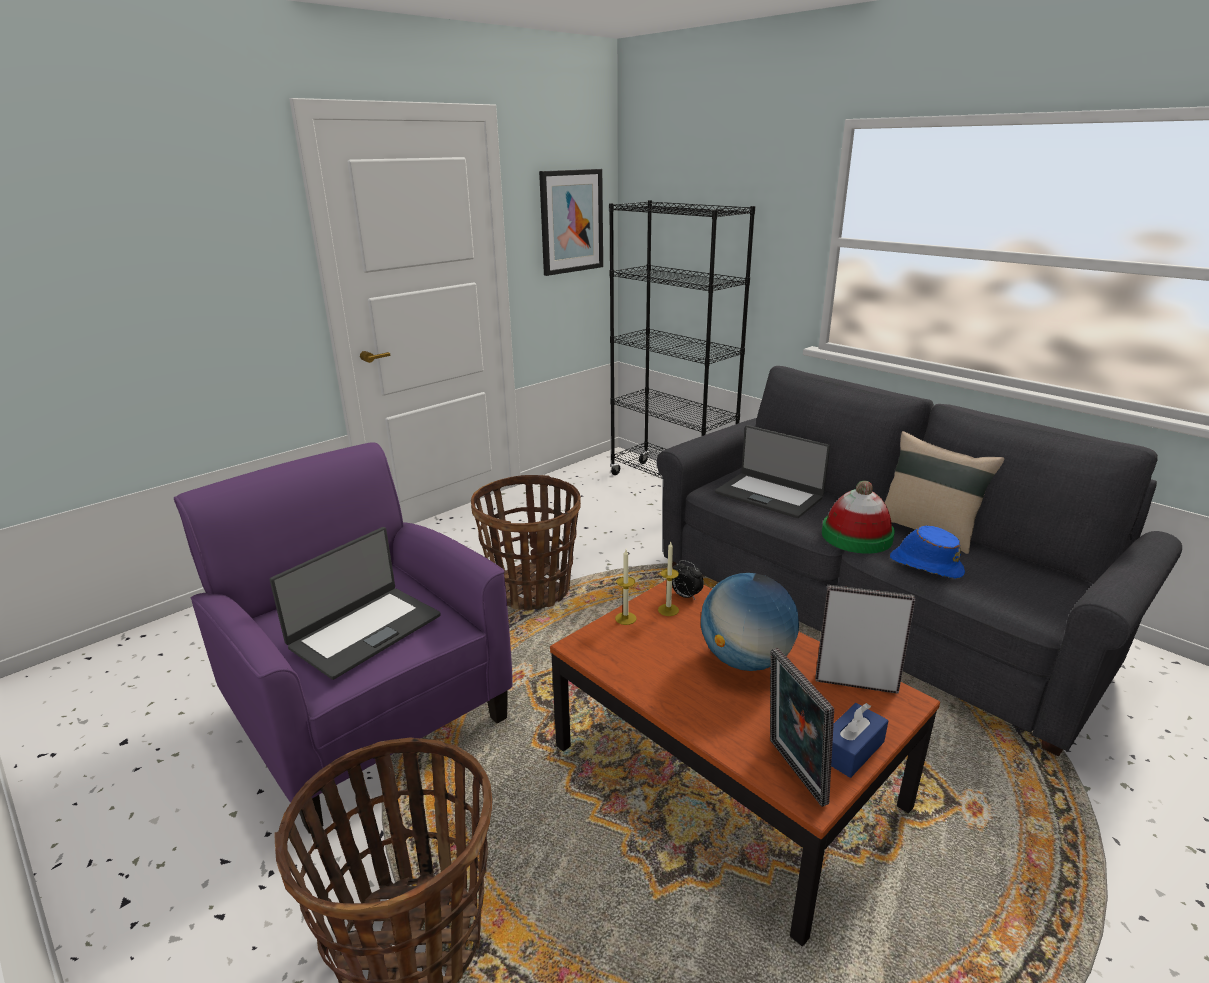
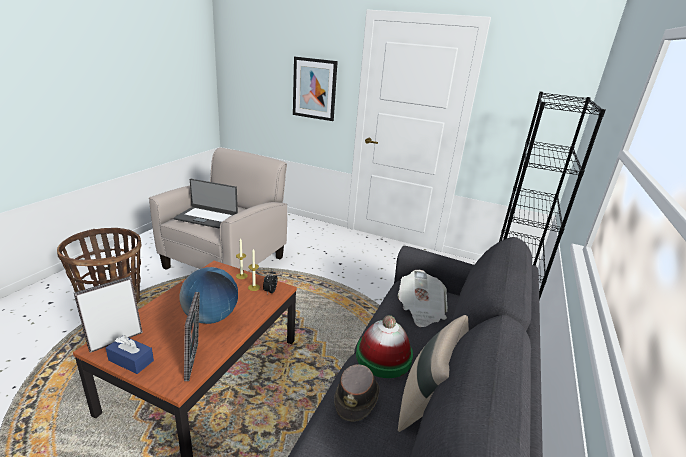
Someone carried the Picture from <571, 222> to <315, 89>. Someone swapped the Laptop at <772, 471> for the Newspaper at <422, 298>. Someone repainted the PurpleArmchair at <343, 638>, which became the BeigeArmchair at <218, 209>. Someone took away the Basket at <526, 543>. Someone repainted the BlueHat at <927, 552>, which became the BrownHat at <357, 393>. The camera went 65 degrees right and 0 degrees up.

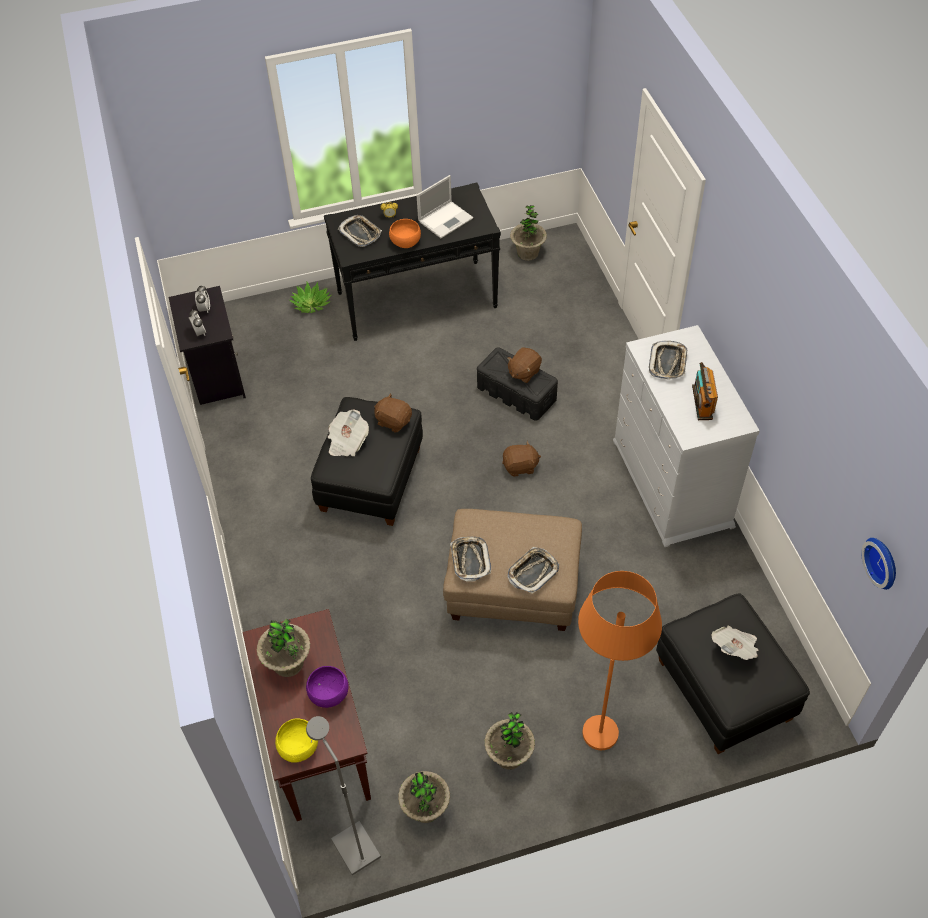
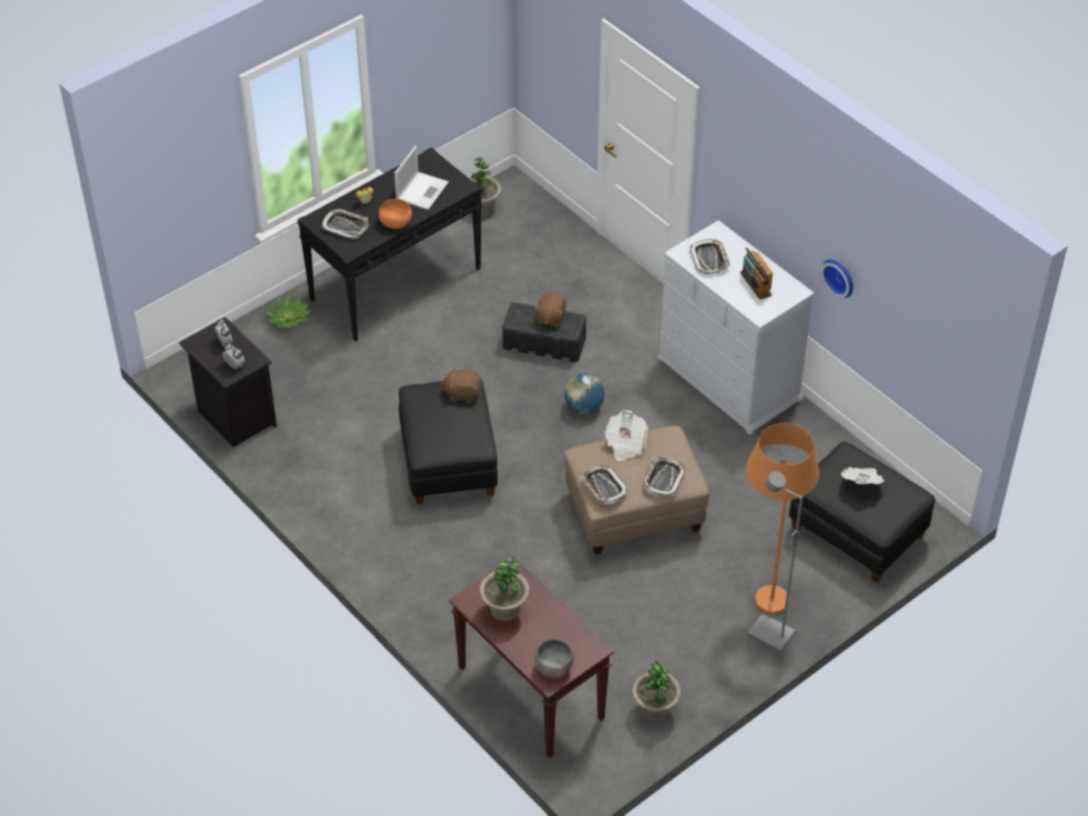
Someone carried the Newspaper from <348, 433> to <626, 435>. Someone swapped the BrownPlushToy at <521, 459> for the Globe at <584, 394>. Someone carried the WallClock from <878, 564> to <837, 278>. Someone took away the PurpleBowl at <327, 687>. Someone took away the PottedPlant at <509, 741>. Someone carried the GreyFloorLamp from <343, 796> to <775, 562>. Someone repainted the YellowBowl at <296, 740>, which became the GreyBowl at <554, 658>. The camera went 25 degrees left and 5 degrees down.

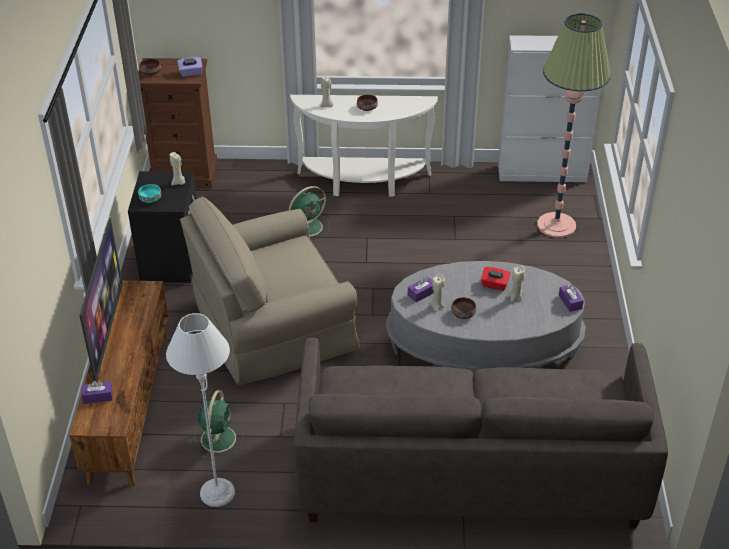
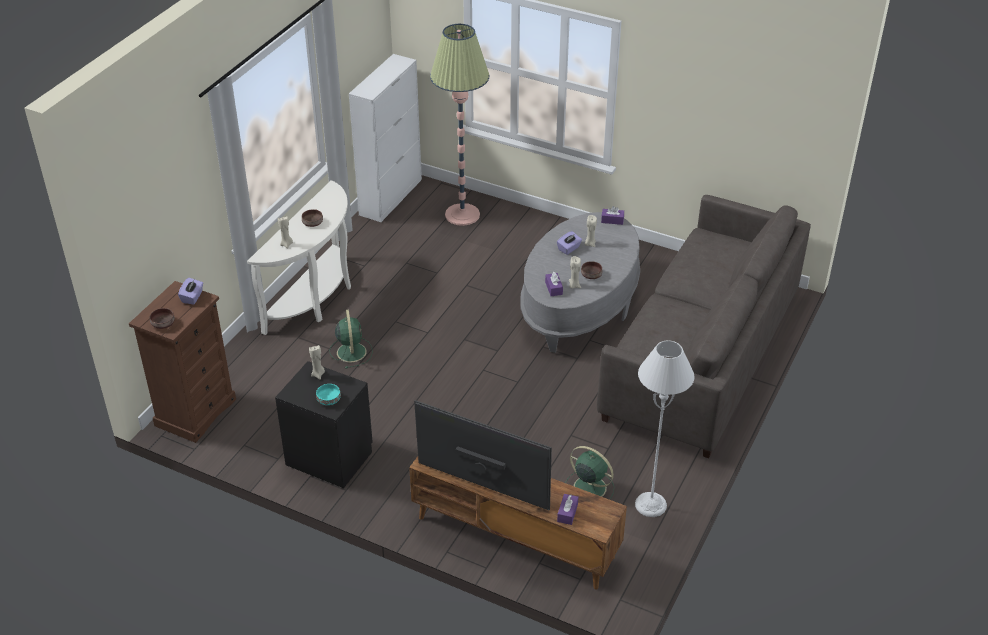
Someone took away the BeigeArmchair at <270, 291>. Someone repainted the RedTissueBox at <496, 279>, which became the PurpleTissueBox at <569, 243>. The camera went 65 degrees left and 0 degrees up.

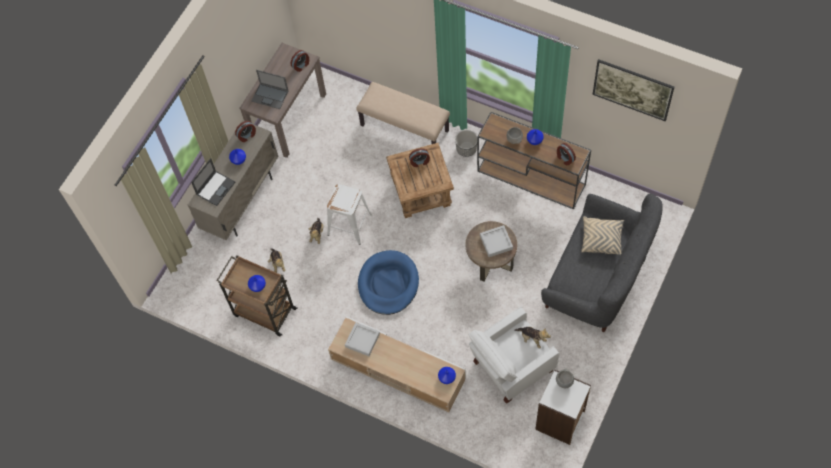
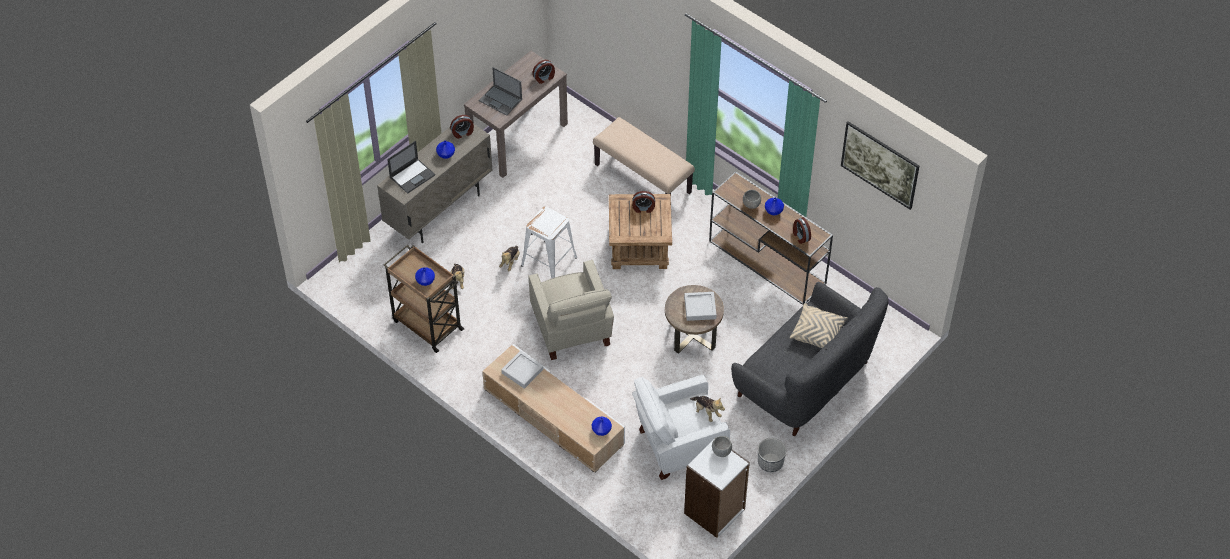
Someone carried the Planter from <466, 143> to <772, 455>. Someone swapped the BlueDogBed at <388, 282> for the BeigeArmchair at <571, 310>. The camera went 10 degrees right and 10 degrees down.

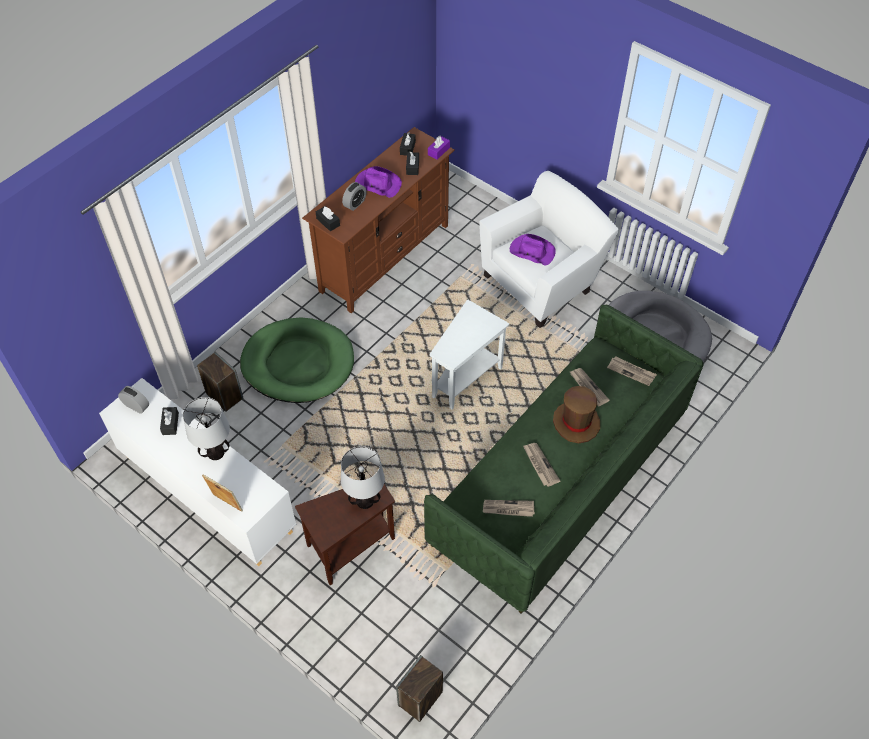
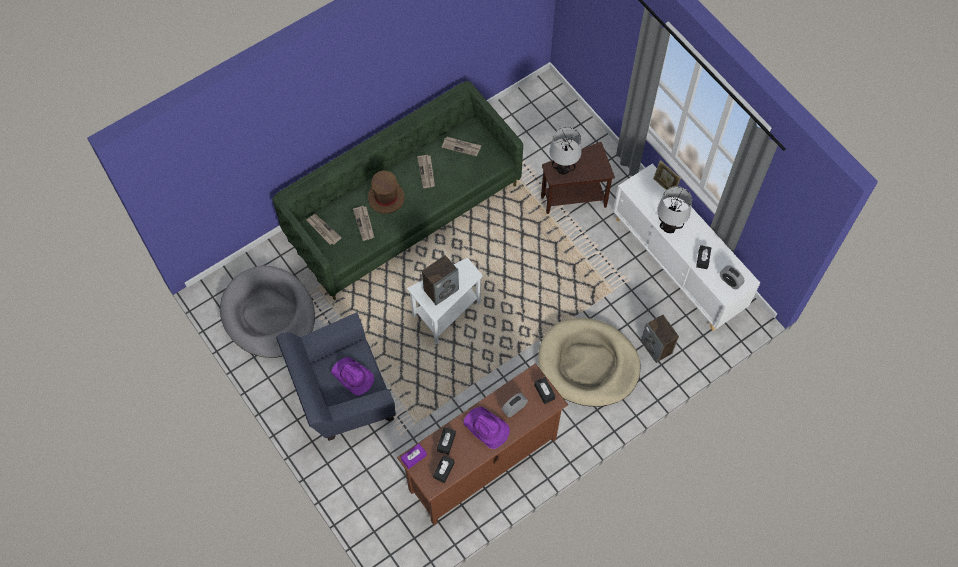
Someone repainted the WhiteArmchair at <549, 249>, which became the BlueArmchair at <335, 376>. Someone repainted the GreenDogBed at <297, 360>, which became the BeigeDogBed at <589, 362>. Someone carried the Speaker from <419, 688> to <440, 280>. The camera went 165 degrees left and 10 degrees up.

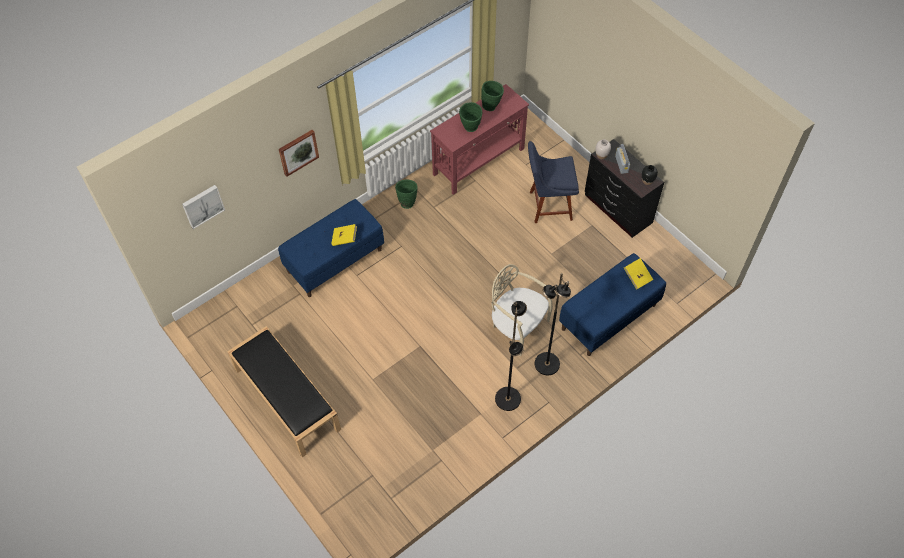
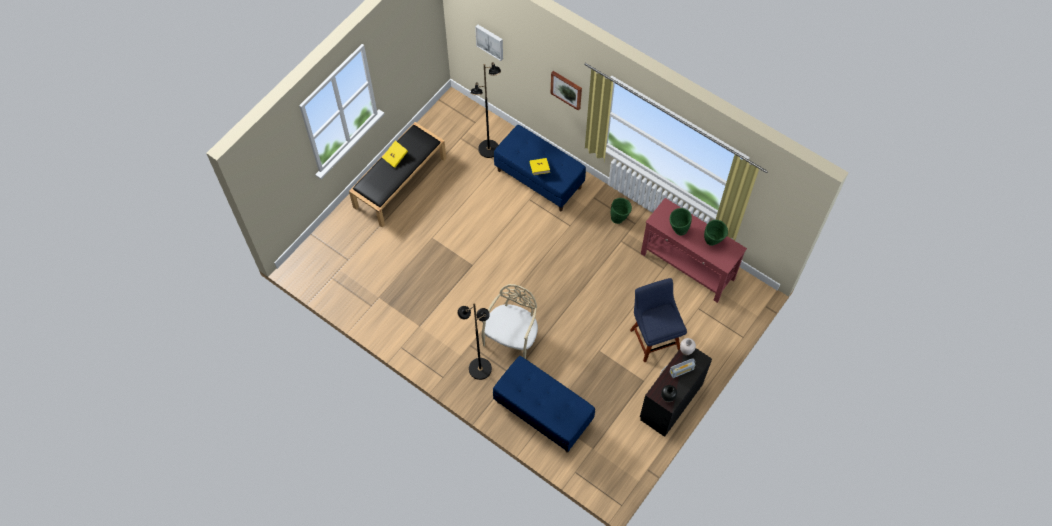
Someone carried the YellowBook from <638, 274> to <395, 154>. Someone carried the BlackFloorLamp from <511, 356> to <486, 110>. The camera went 75 degrees right and 5 degrees up.

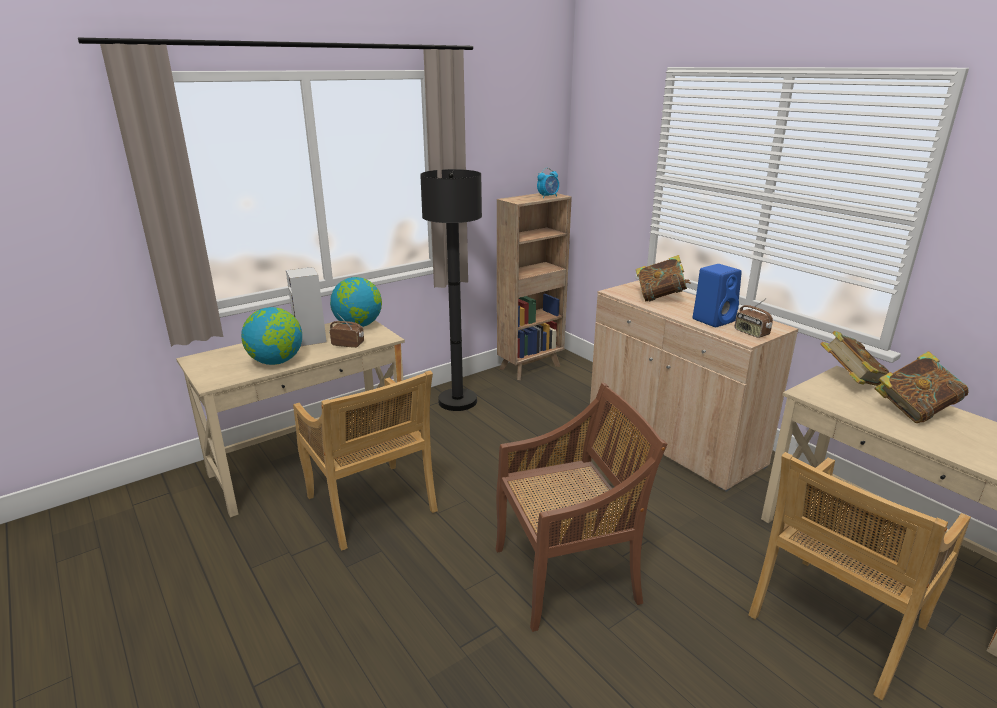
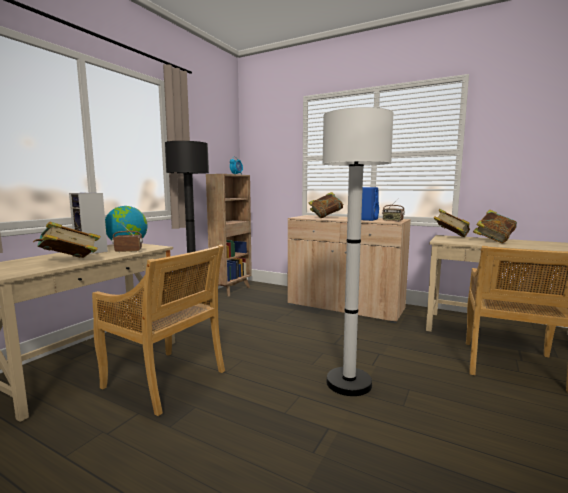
Someone swapped the Globe at <271, 336> for the Book at <66, 240>. Someone swapped the BrownChair at <582, 507> for the WhiteFloorLamp at <357, 251>. The camera went 25 degrees left and 15 degrees down.

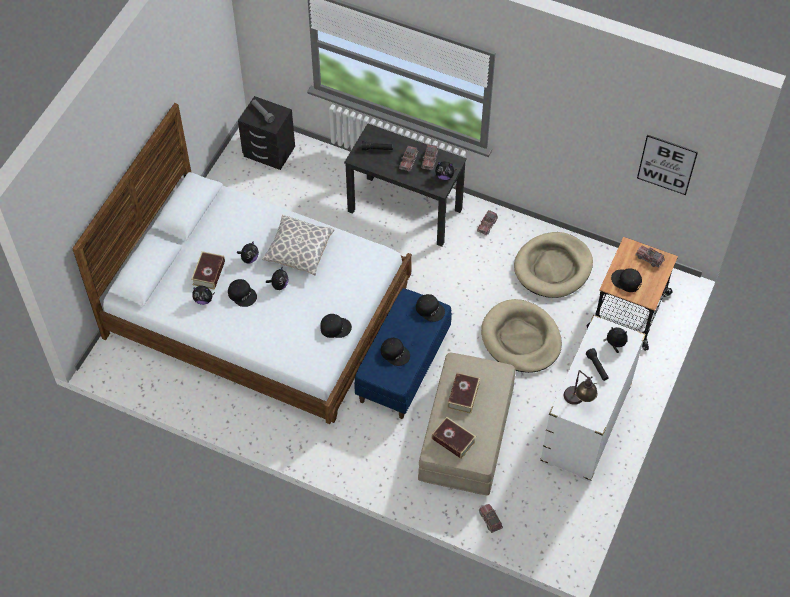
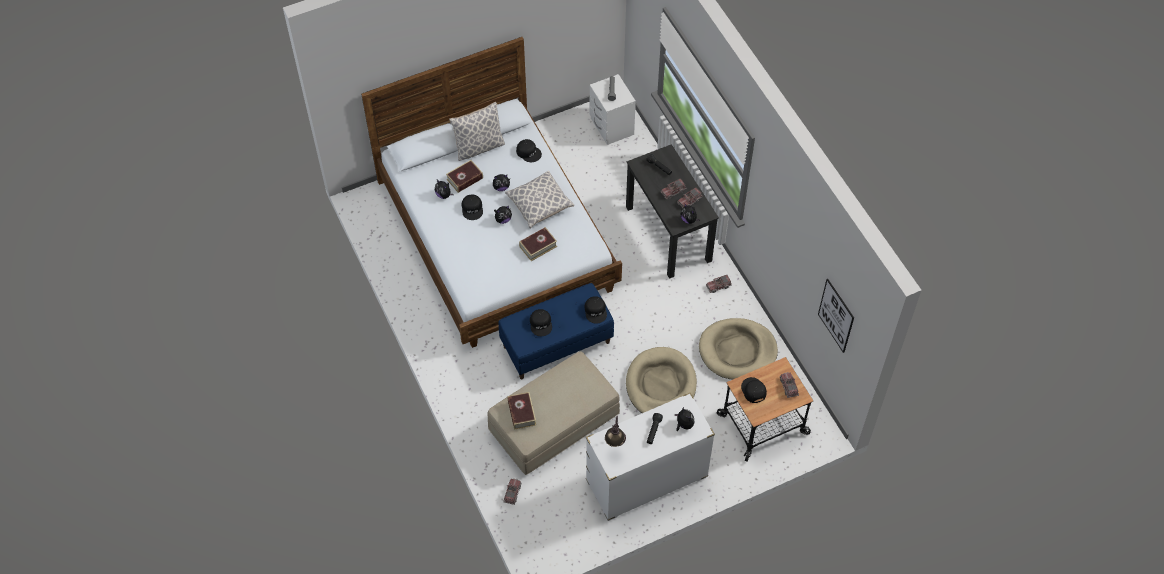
Someone repainted the BlackNightstand at <266, 133>, which became the WhiteNightstand at <613, 109>. Someone carried the BlackCap from <336, 326> to <529, 150>. Someone carried the Book from <463, 393> to <538, 244>. Someone put down the Pillow at <477, 131>. The camera went 40 degrees right and 0 degrees up.

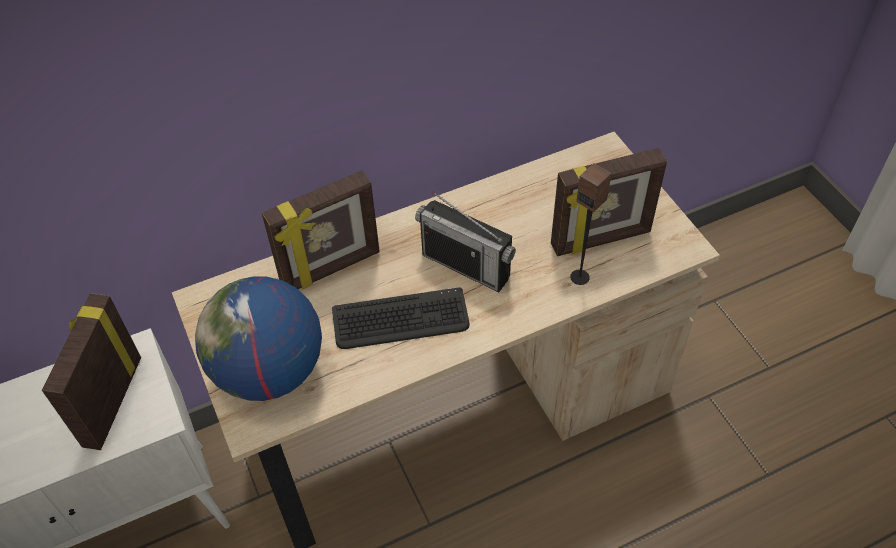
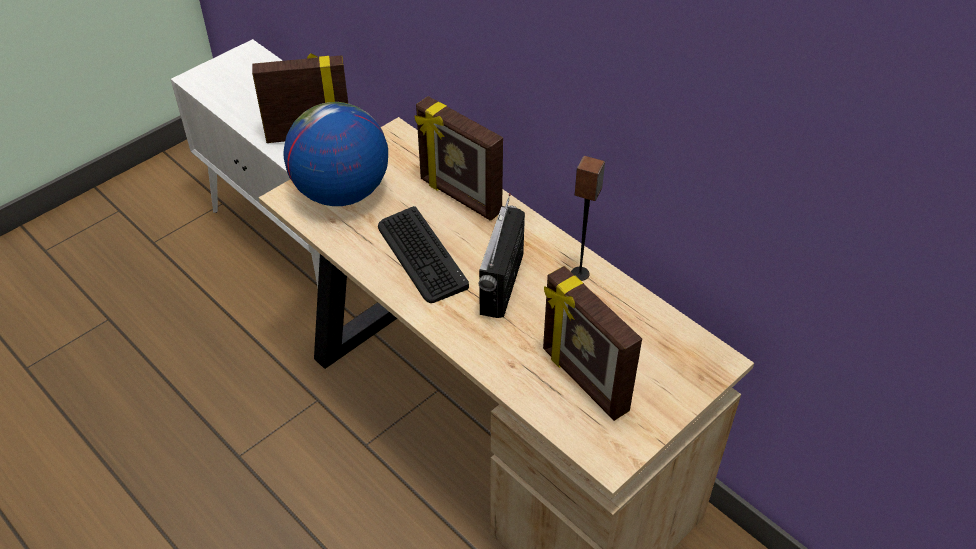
Someone carried the Speaker from <591, 224> to <588, 218>. The camera went 70 degrees right and 5 degrees down.

